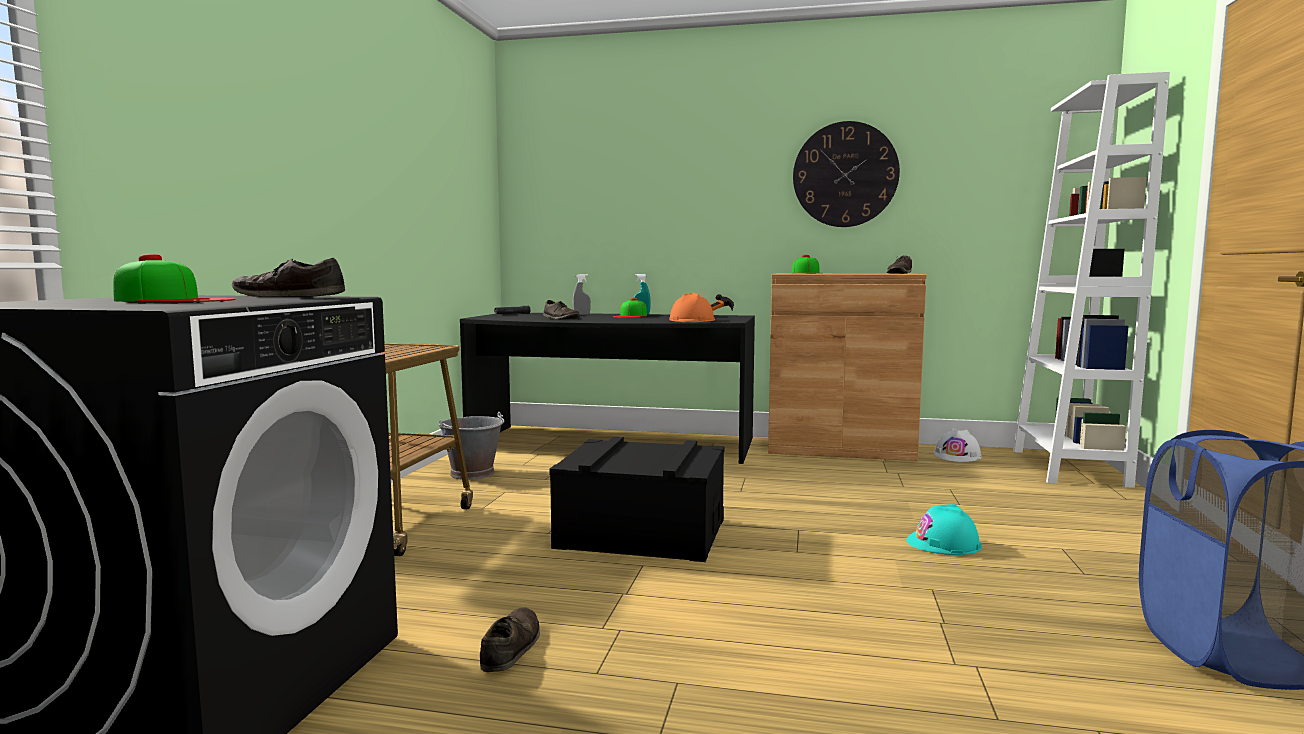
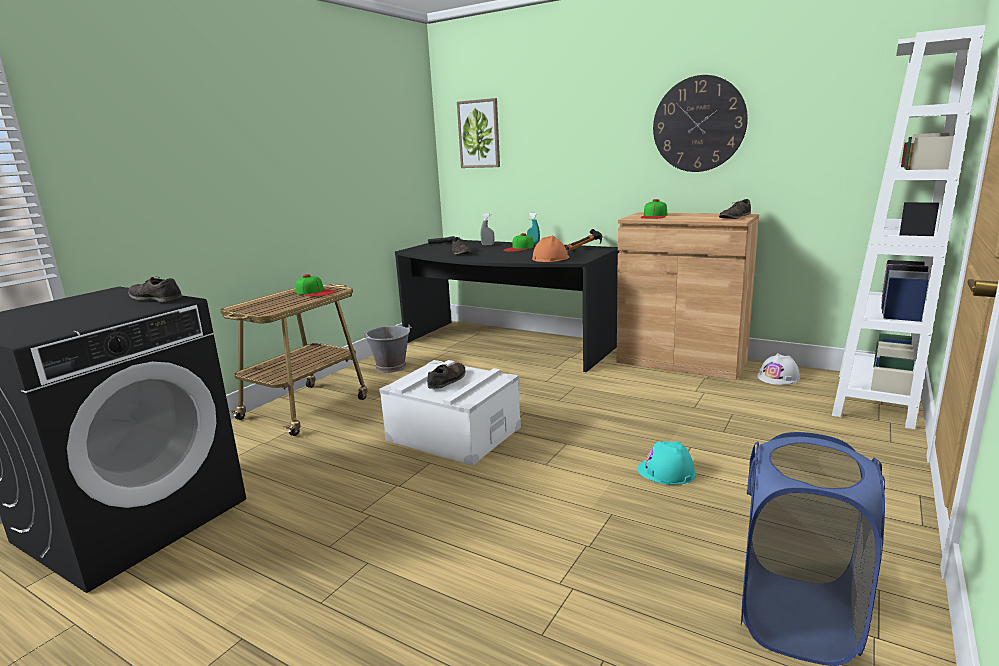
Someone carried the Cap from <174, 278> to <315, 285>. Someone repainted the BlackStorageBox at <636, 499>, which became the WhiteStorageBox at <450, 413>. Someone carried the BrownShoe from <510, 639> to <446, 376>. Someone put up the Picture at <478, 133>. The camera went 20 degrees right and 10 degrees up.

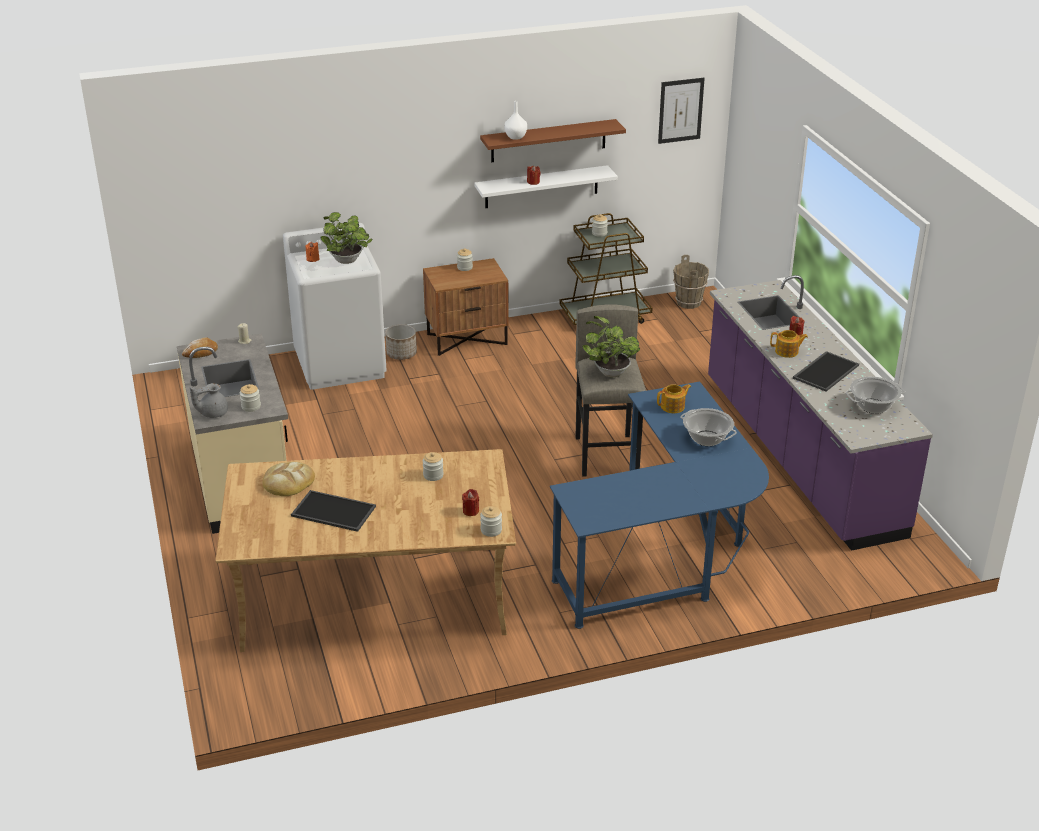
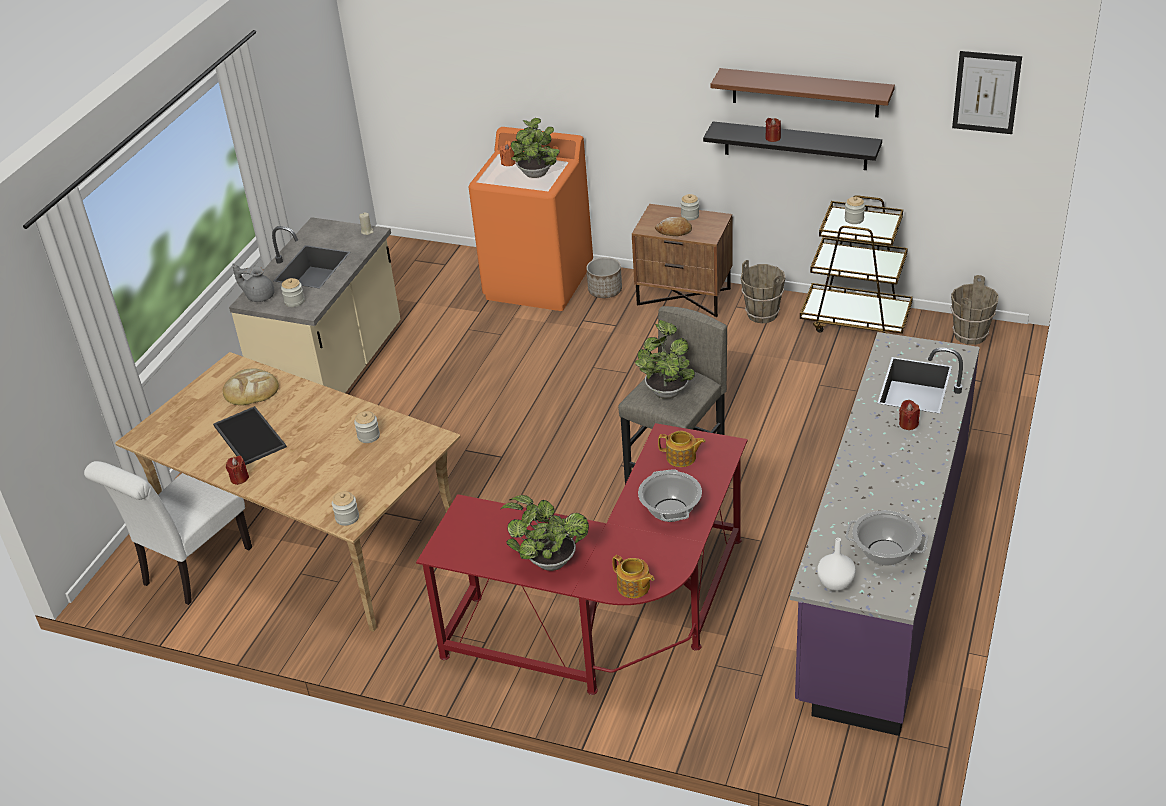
Someone carried the WhiteVase from <515, 120> to <836, 564>. Someone repainted the WhiteShelf at <546, 186>, which became the BlackShelf at <792, 145>. Someone repainted the WhiteWashingMachine at <334, 306>, which became the OrangeWashingMachine at <531, 219>. Someone carried the Teapot from <789, 344> to <633, 576>. Someone carried the Bread from <200, 348> to <673, 226>. Someone took away the Tray at <826, 371>. Someone repainted the BlueDesk at <659, 505>, which became the RedDesk at <582, 559>. Someone carried the RedCandle from <470, 502> to <237, 470>. Someone put down the BrownBucket at <763, 291>. Someone put down the WhiteChair at <168, 533>. Someone put down the PottedPlant at <545, 533>. The camera went 40 degrees right and 5 degrees up.

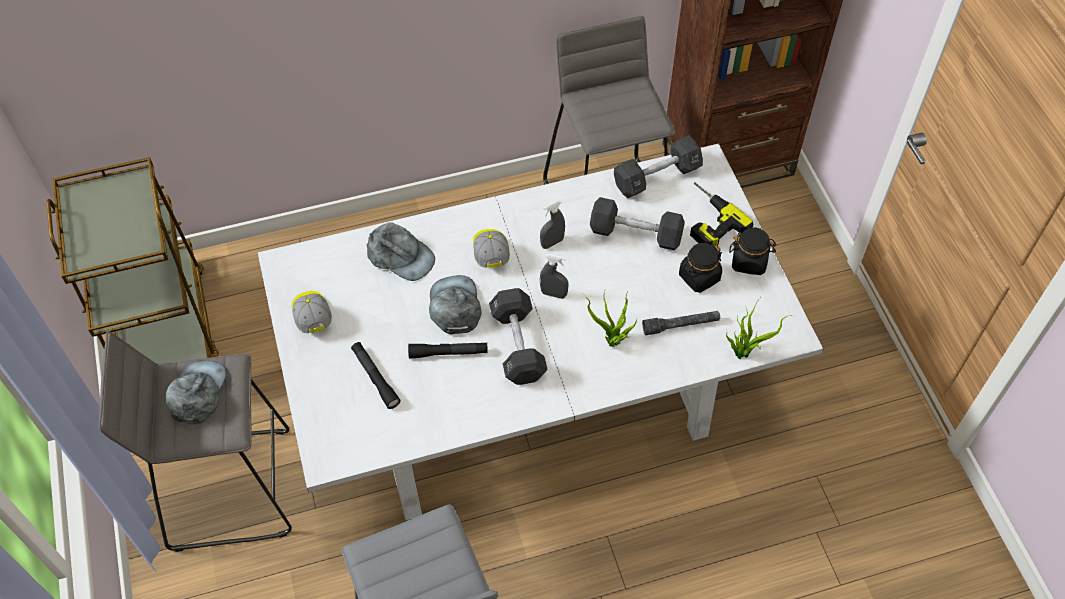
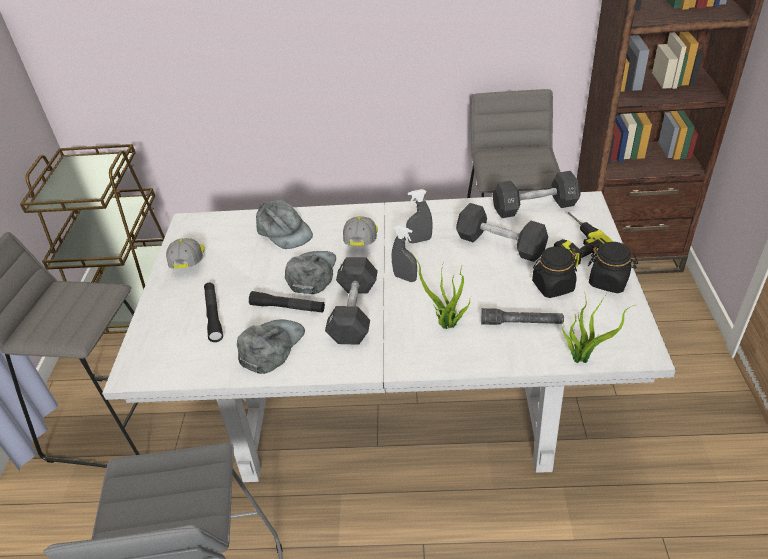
Someone carried the GreyCap from <196, 392> to <271, 346>. The camera went 20 degrees right and 15 degrees down.

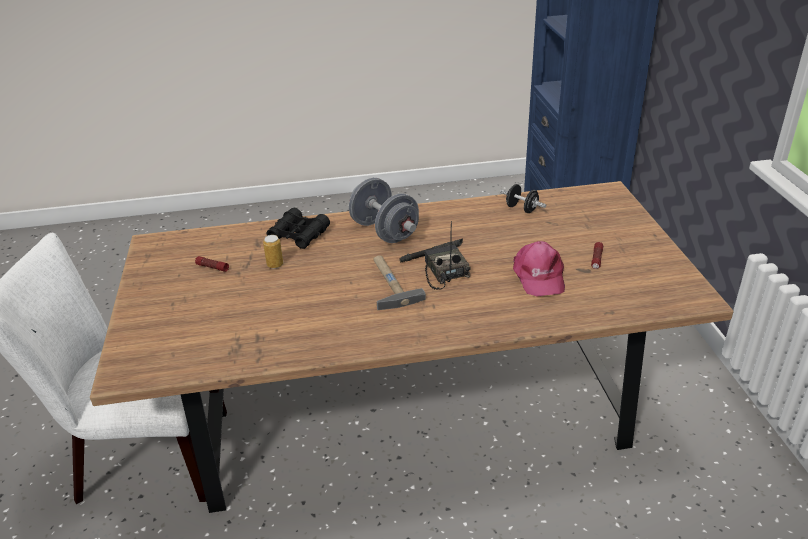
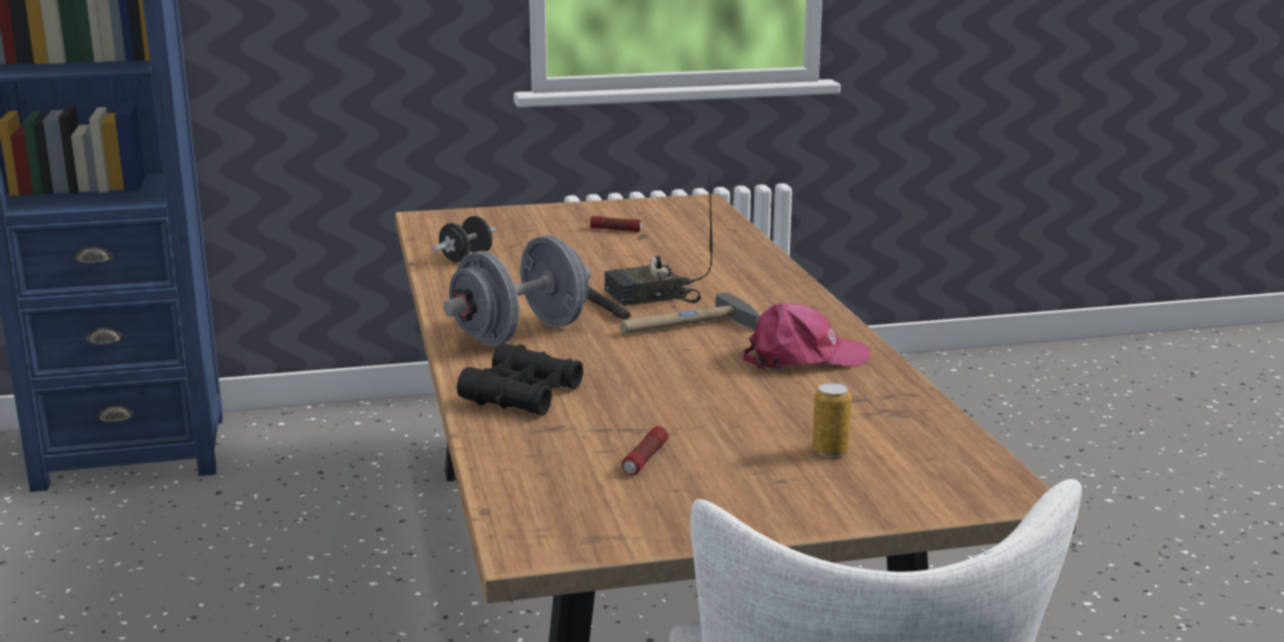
Someone carried the Can from <273, 252> to <831, 420>. Someone carried the PinkCap from <539, 269> to <807, 337>. The camera went 95 degrees left and 15 degrees down.

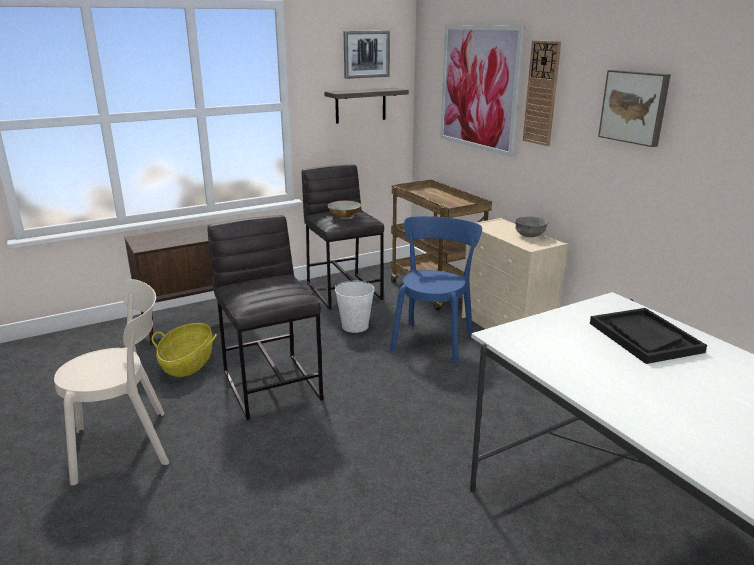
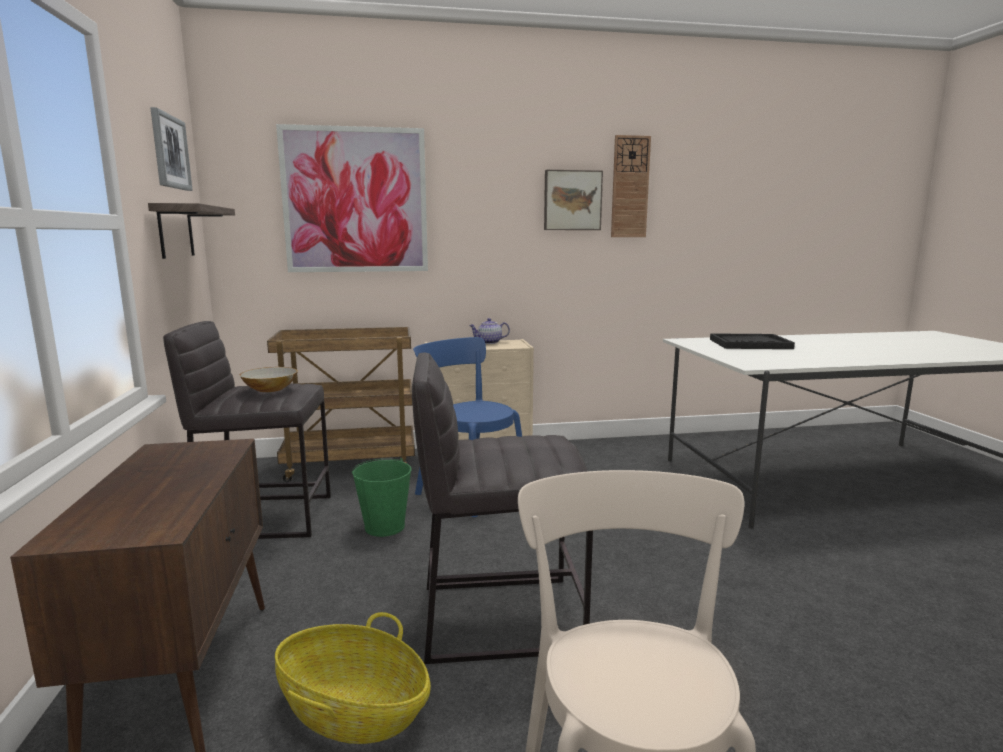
Someone carried the WallClock from <542, 93> to <631, 186>. Someone swapped the GreyBowl at <531, 226> for the Teapot at <489, 331>. Someone repainted the WhiteBucket at <355, 307>, which became the GreenBucket at <381, 497>. The camera went 70 degrees left and 10 degrees down.

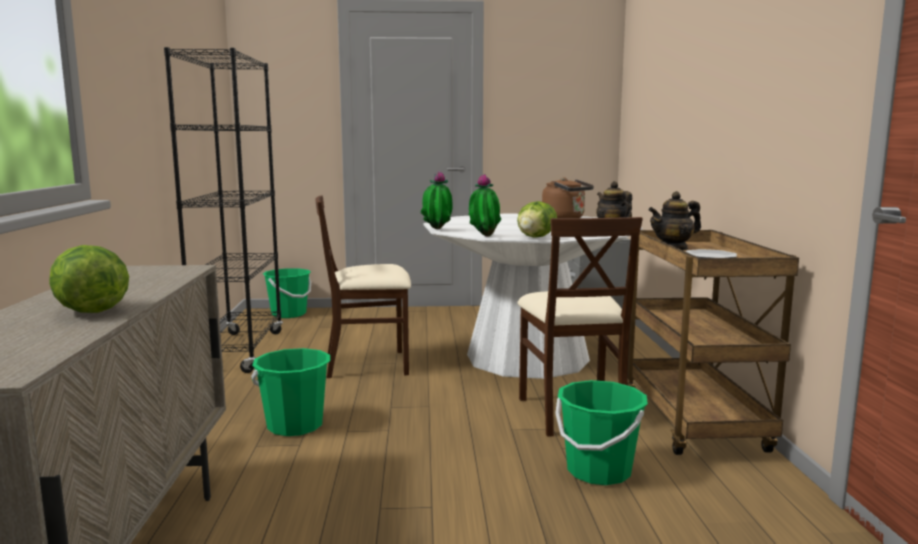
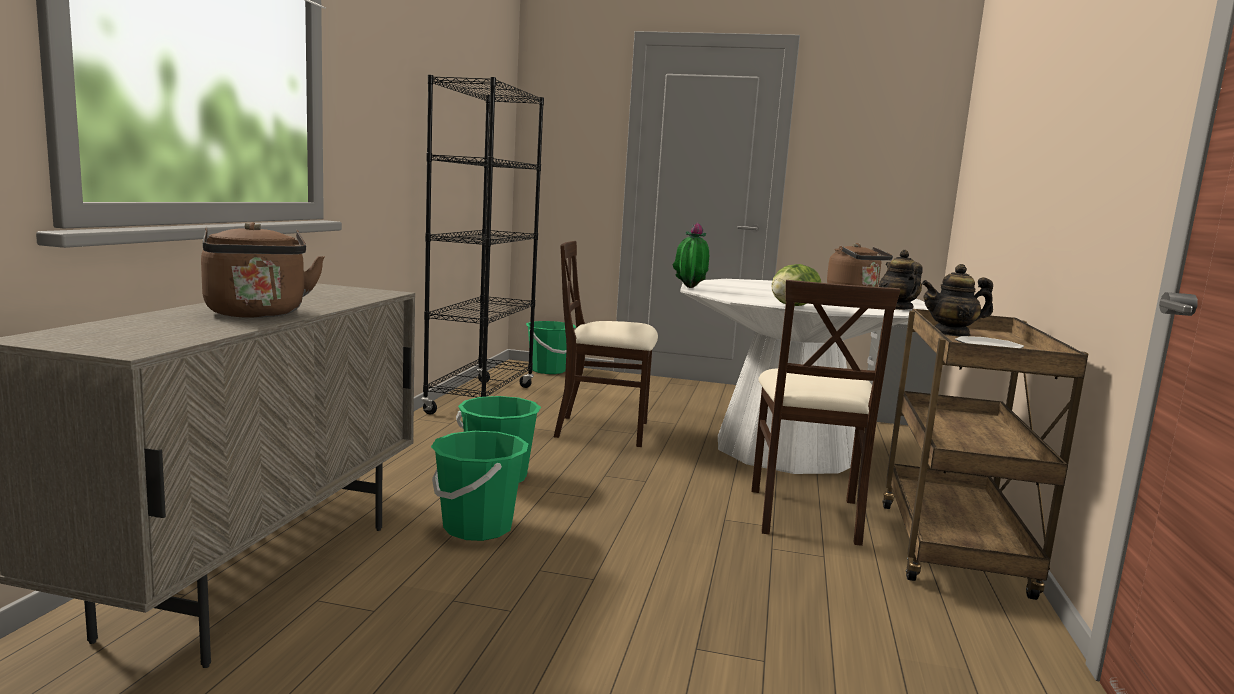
Someone took away the PottedPlant at <484, 205>. Someone swapped the Lettuce at <89, 279> for the BrownKettle at <263, 270>. Someone carried the GreenBucket from <601, 432> to <479, 486>. The camera went 15 degrees right and 0 degrees up.

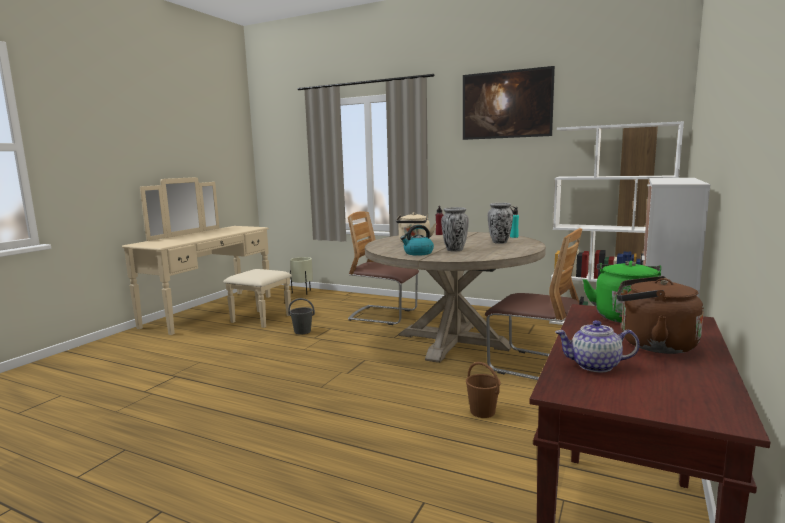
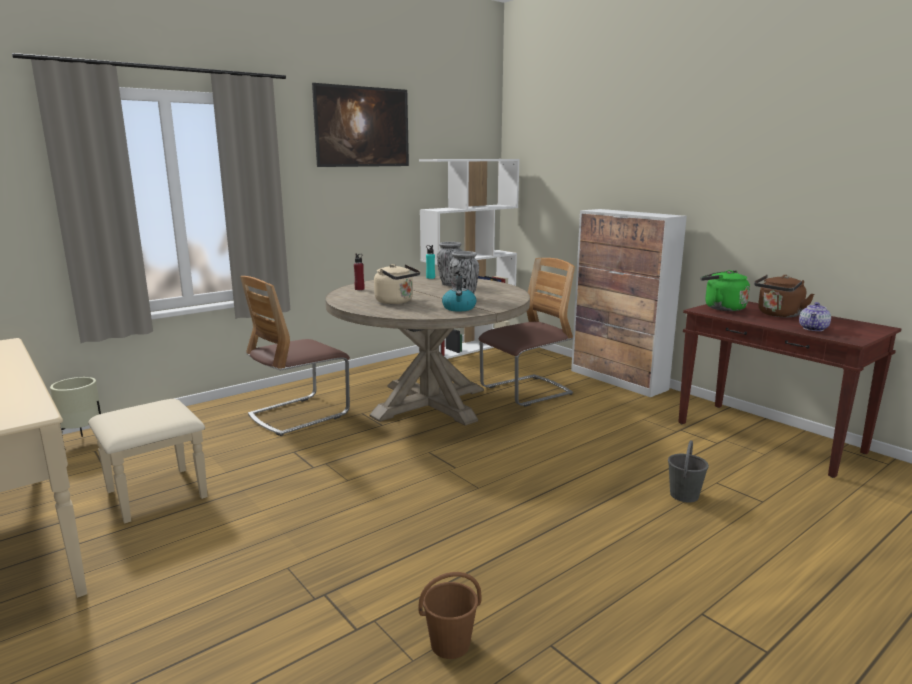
Someone carried the GreyBucket from <301, 316> to <688, 471>. Someone carried the BrownBucket from <483, 390> to <449, 615>. The camera went 65 degrees left and 5 degrees up.

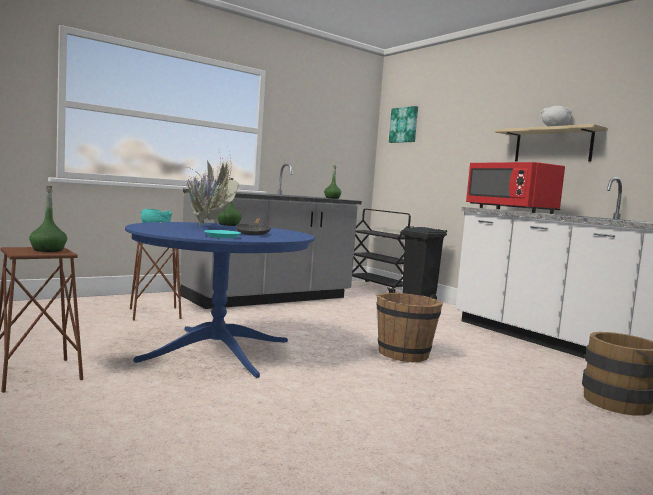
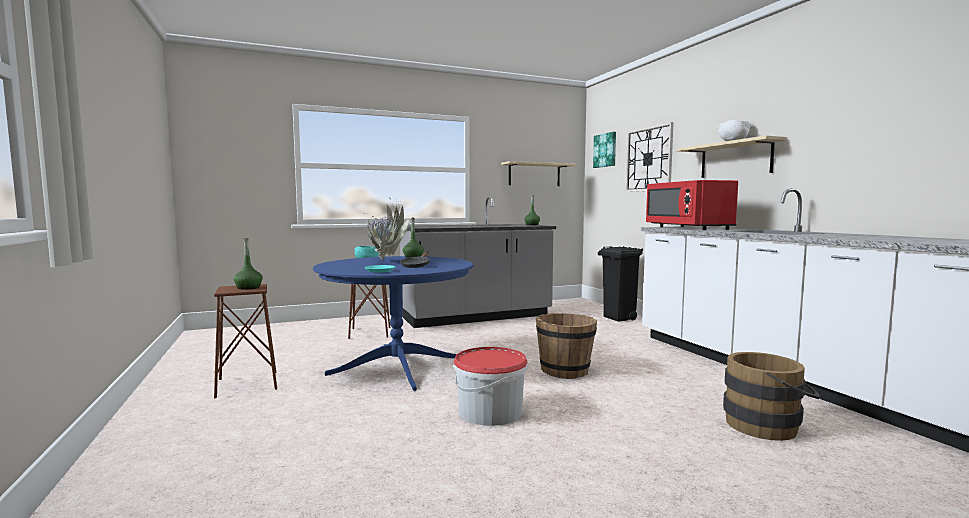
Someone took away the BlackCart at <381, 251>. Someone put up the WallClock at <649, 157>. Someone put up the BeigeShelf at <538, 173>. Someone put down the Bucket at <490, 386>. The camera went 15 degrees right and 0 degrees up.

